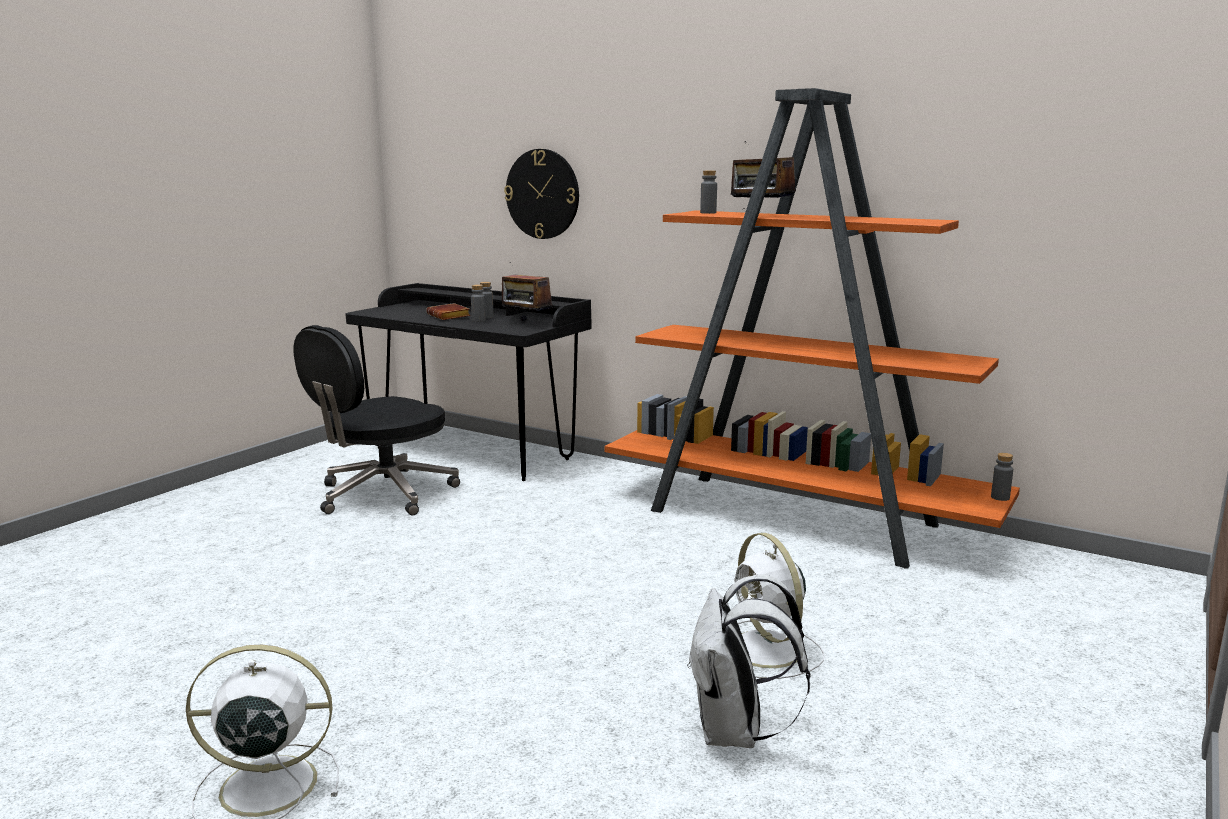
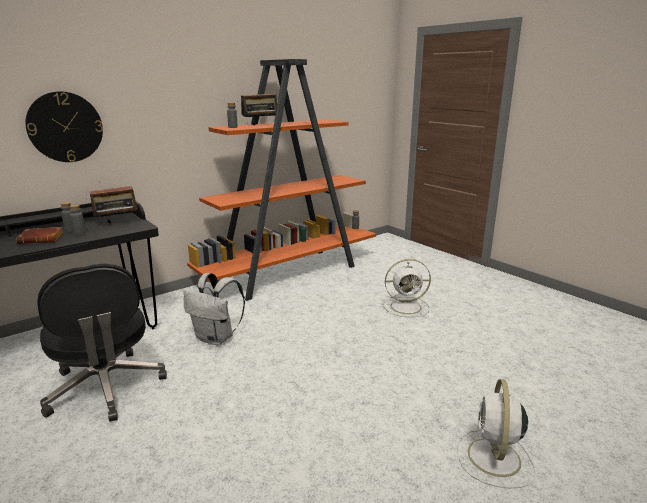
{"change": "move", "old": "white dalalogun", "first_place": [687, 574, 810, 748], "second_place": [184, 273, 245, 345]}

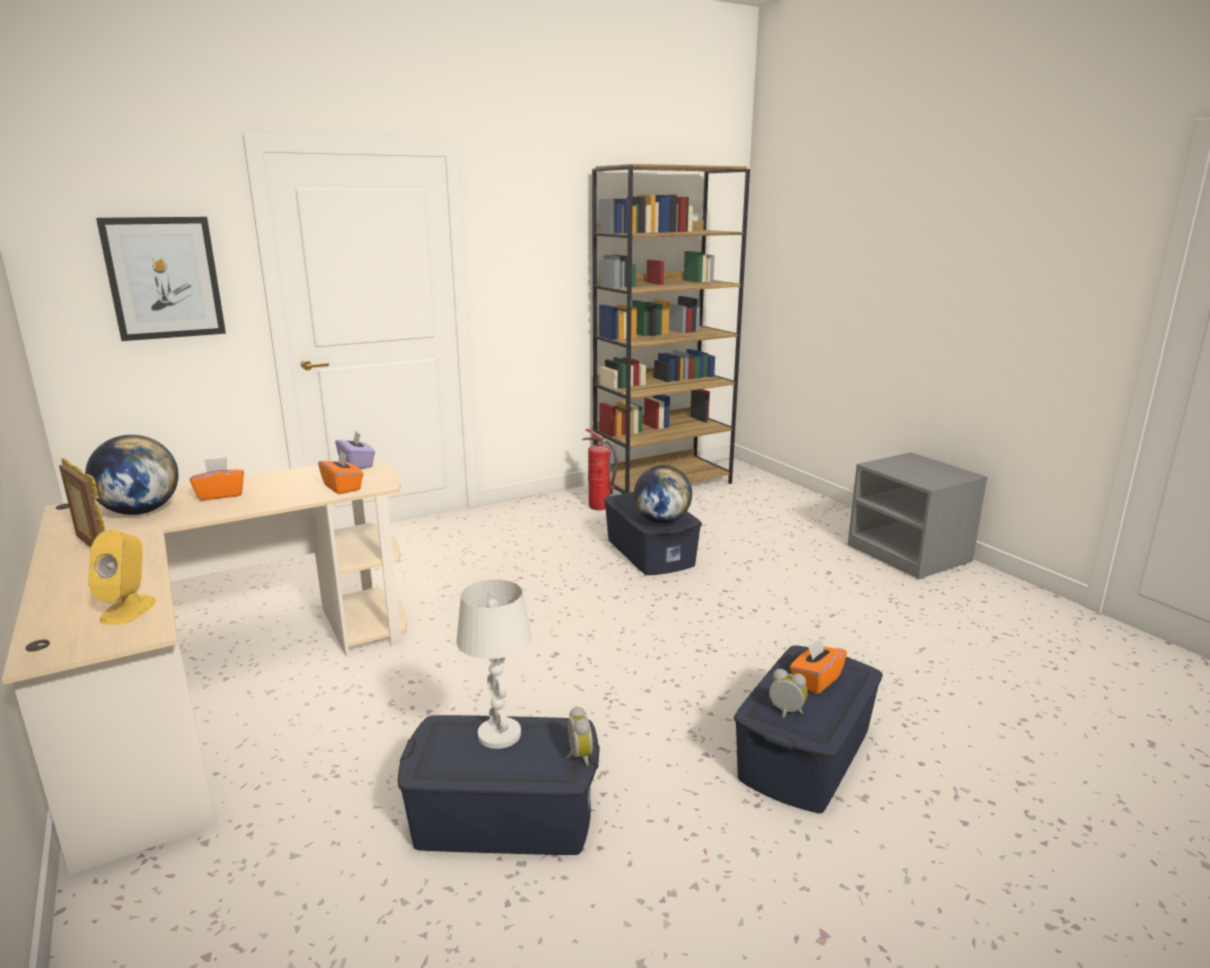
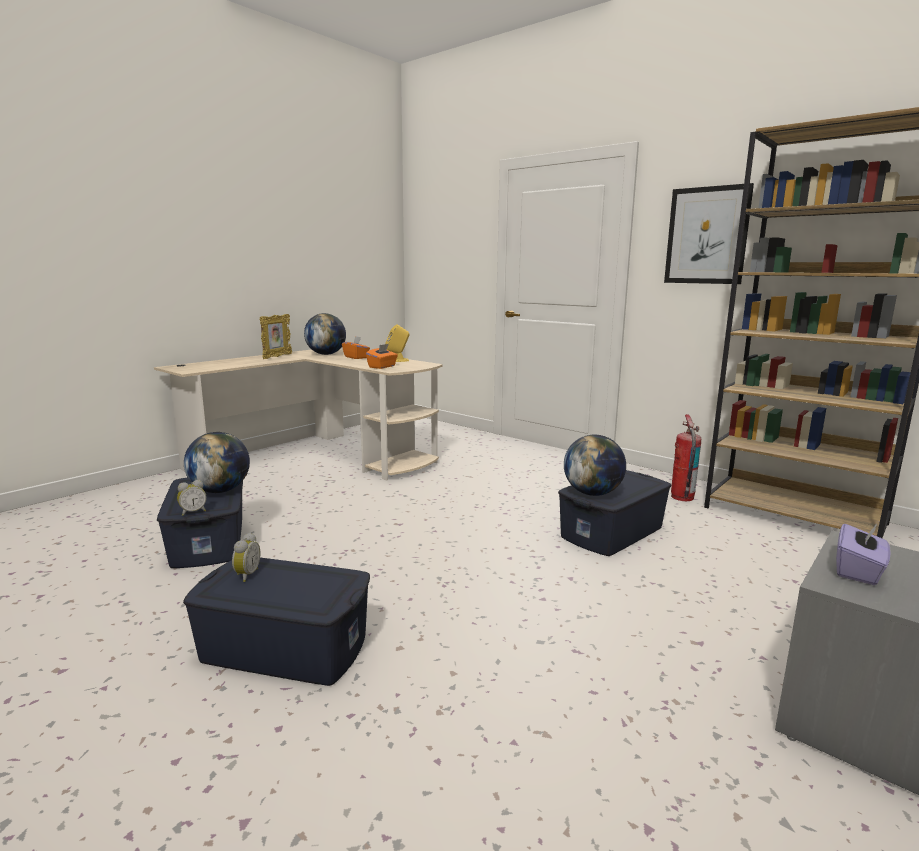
{"change": "replace", "old": "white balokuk", "new": "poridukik", "first_place": [457, 579, 532, 749], "second_place": [184, 432, 250, 493]}
{"change": "move", "old": "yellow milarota", "first_place": [88, 530, 156, 625], "second_place": [385, 324, 409, 362]}
{"change": "move", "old": "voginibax", "first_place": [96, 217, 226, 341], "second_place": [664, 183, 754, 284]}
{"change": "move", "old": "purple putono", "first_place": [335, 432, 375, 469], "second_place": [836, 522, 891, 585]}
{"change": "delete", "old": "orange putono", "first_place": [790, 637, 847, 694]}

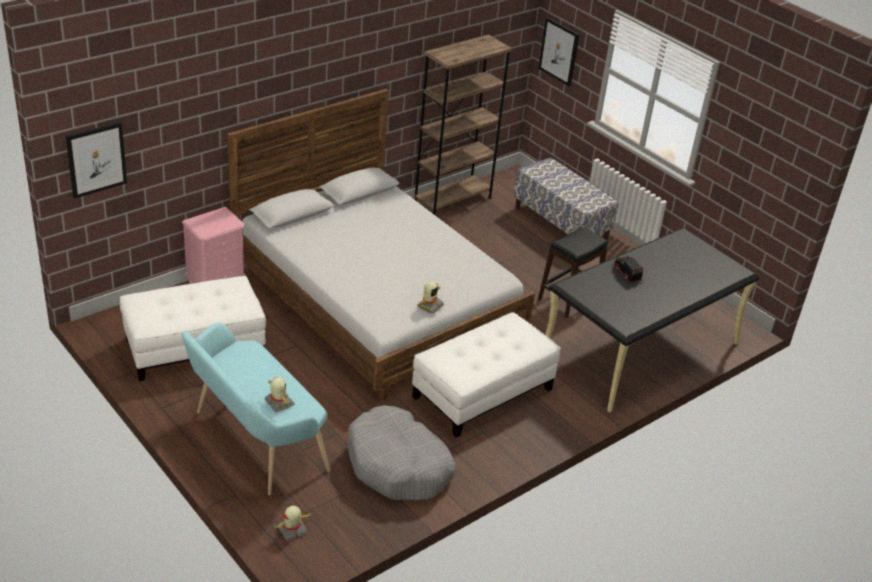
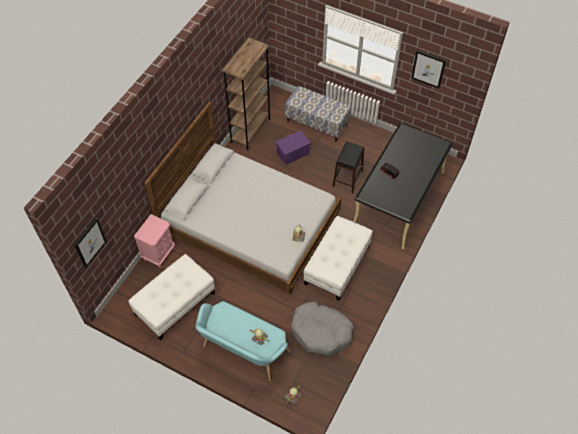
{"change": "insert", "new": "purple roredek", "second_place": [275, 130, 311, 165]}
{"change": "move", "old": "voginibax", "first_place": [538, 17, 579, 86], "second_place": [411, 50, 446, 88]}

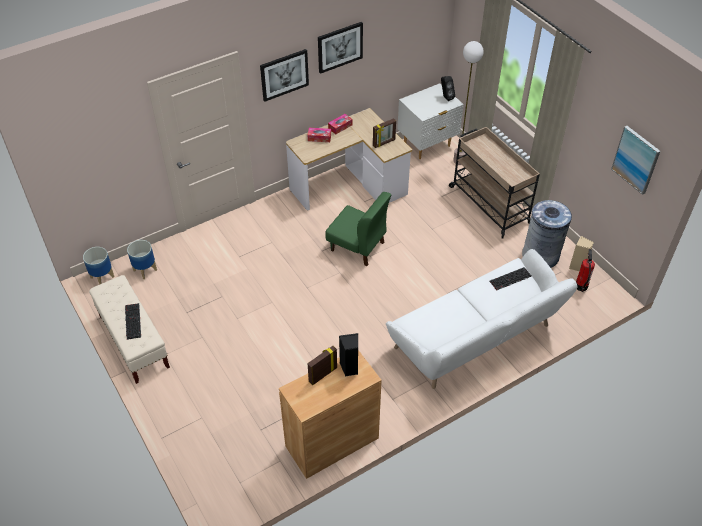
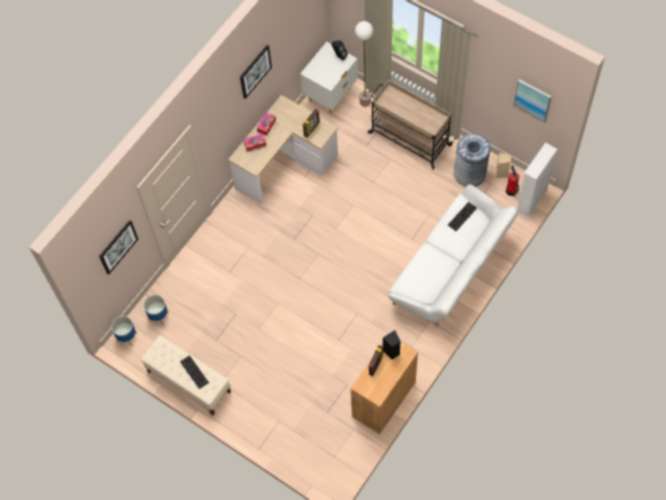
{"change": "move", "old": "voginibax", "first_place": [260, 49, 309, 102], "second_place": [99, 220, 138, 274]}
{"change": "insert", "new": "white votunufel", "second_place": [517, 142, 558, 218]}
{"change": "delete", "old": "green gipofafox", "first_place": [325, 192, 392, 266]}

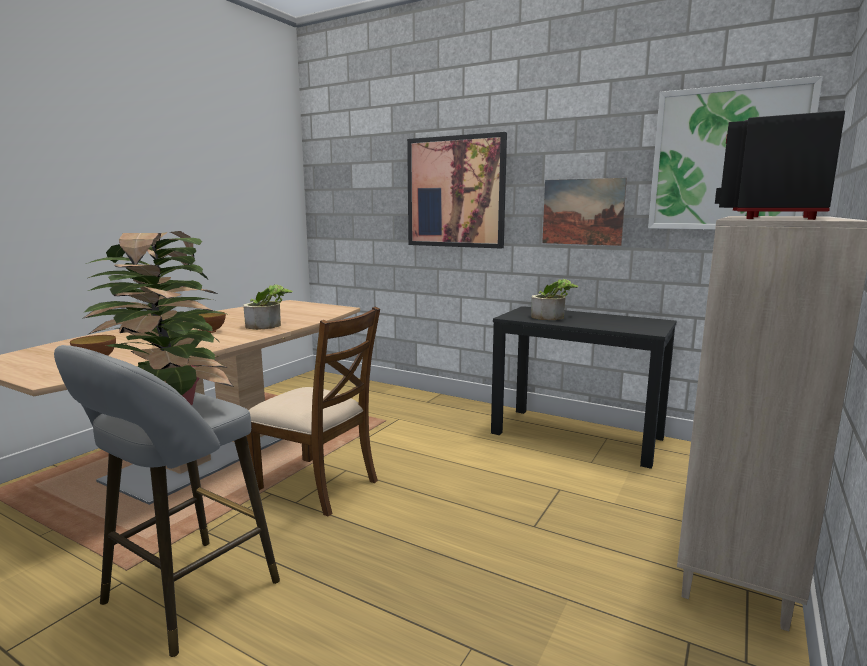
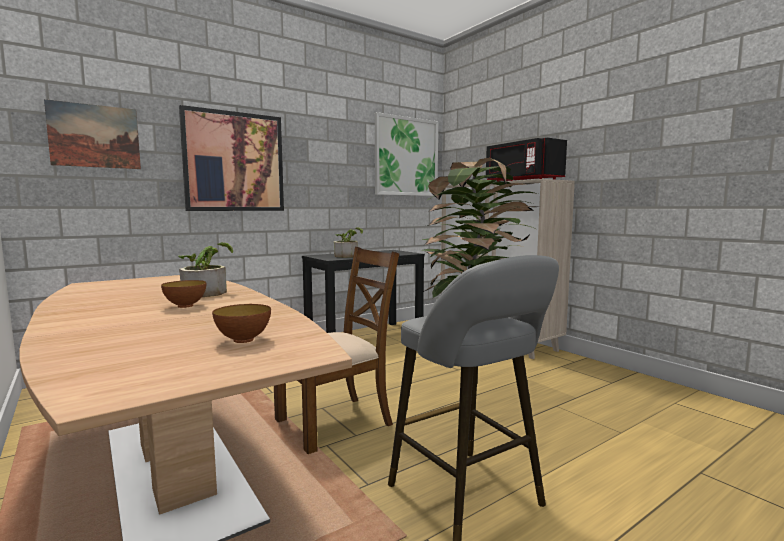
{"change": "move", "old": "voginibax", "first_place": [542, 178, 627, 246], "second_place": [44, 99, 141, 169]}

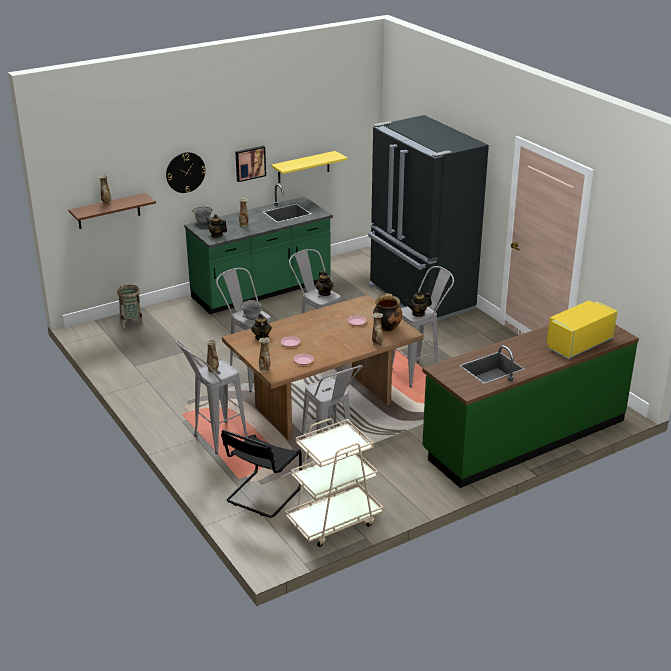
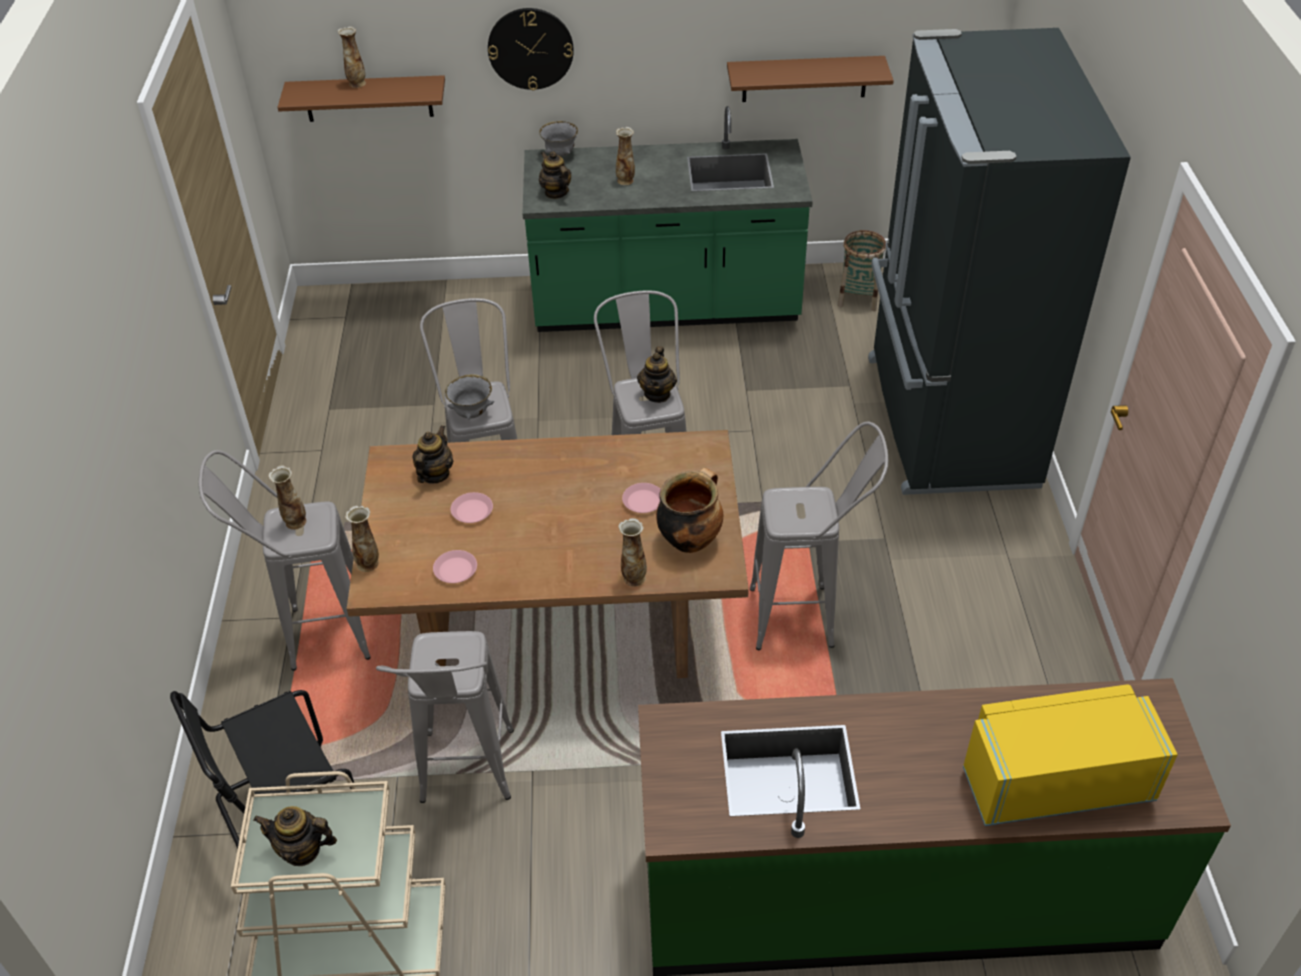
{"change": "move", "old": "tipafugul", "first_place": [406, 291, 432, 317], "second_place": [253, 806, 337, 866]}
{"change": "recolor", "old": "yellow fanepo", "new": "brown fanepo", "first_place": [271, 151, 348, 183], "second_place": [727, 56, 894, 102]}
{"change": "move", "old": "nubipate", "first_place": [117, 285, 143, 328], "second_place": [838, 230, 886, 311]}
{"change": "delete", "old": "voginibax", "first_place": [235, 146, 266, 182]}

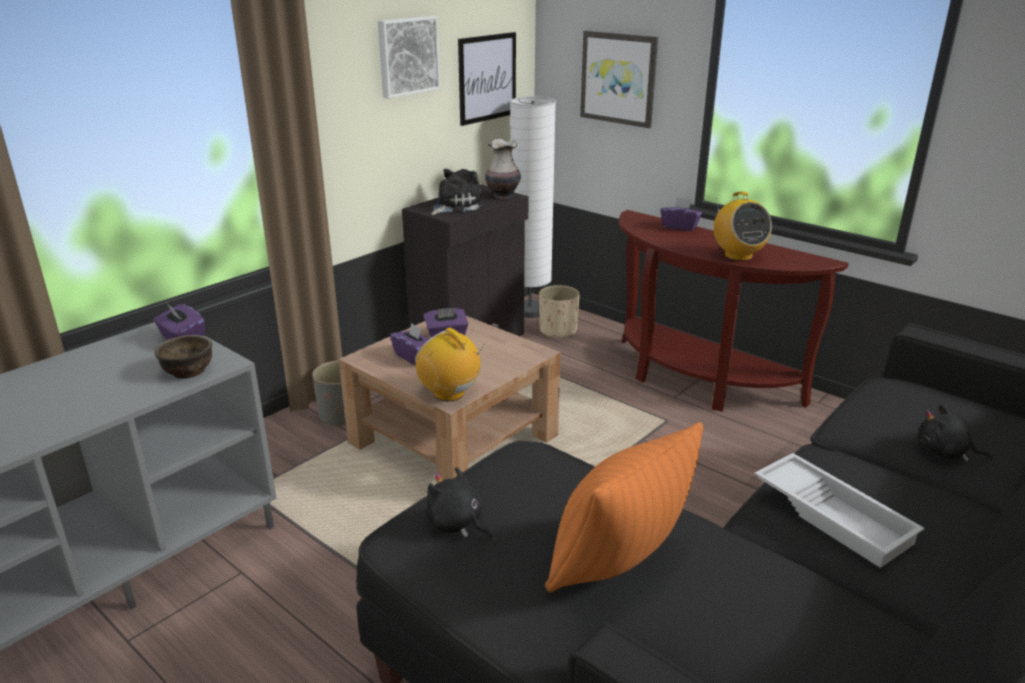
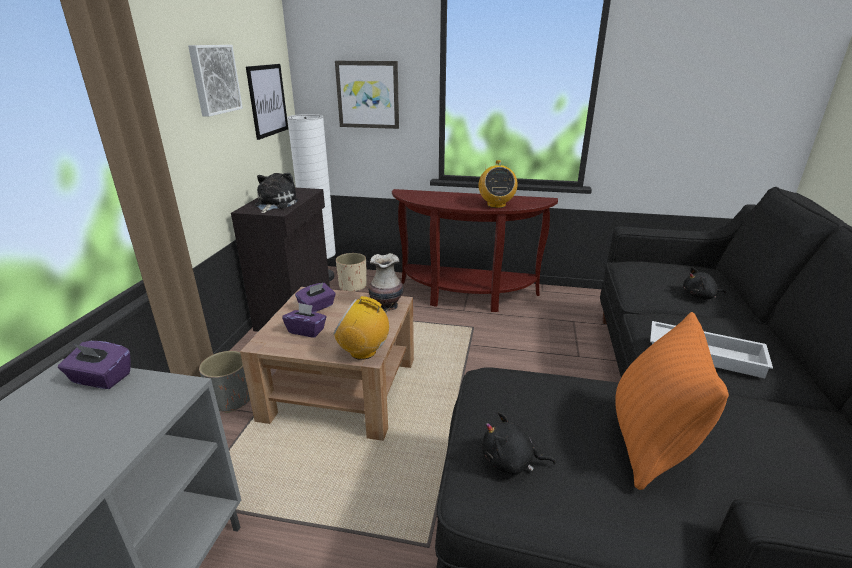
{"change": "move", "old": "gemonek", "first_place": [485, 139, 521, 199], "second_place": [369, 253, 403, 311]}
{"change": "rotate", "old": "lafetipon", "first_place": [713, 192, 772, 261], "second_place": [479, 160, 518, 208], "degrees": 45}
{"change": "delete", "old": "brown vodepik", "first_place": [155, 335, 212, 378]}
{"change": "delete", "old": "purple putono", "first_place": [660, 197, 702, 231]}

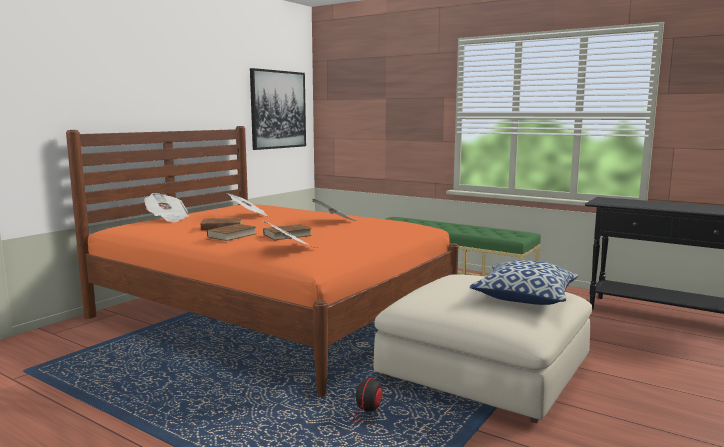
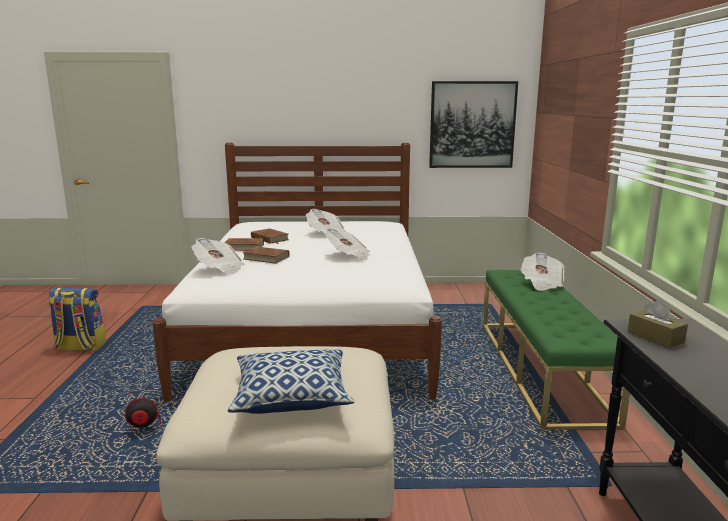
{"change": "insert", "new": "dalalogun", "second_place": [48, 288, 106, 351]}
{"change": "recolor", "old": "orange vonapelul", "new": "white vonapelul", "first_place": [66, 126, 458, 397], "second_place": [152, 142, 442, 402]}
{"change": "move", "old": "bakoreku", "first_place": [144, 193, 189, 222], "second_place": [520, 253, 565, 291]}
{"change": "insert", "new": "brown putono", "second_place": [627, 300, 688, 348]}

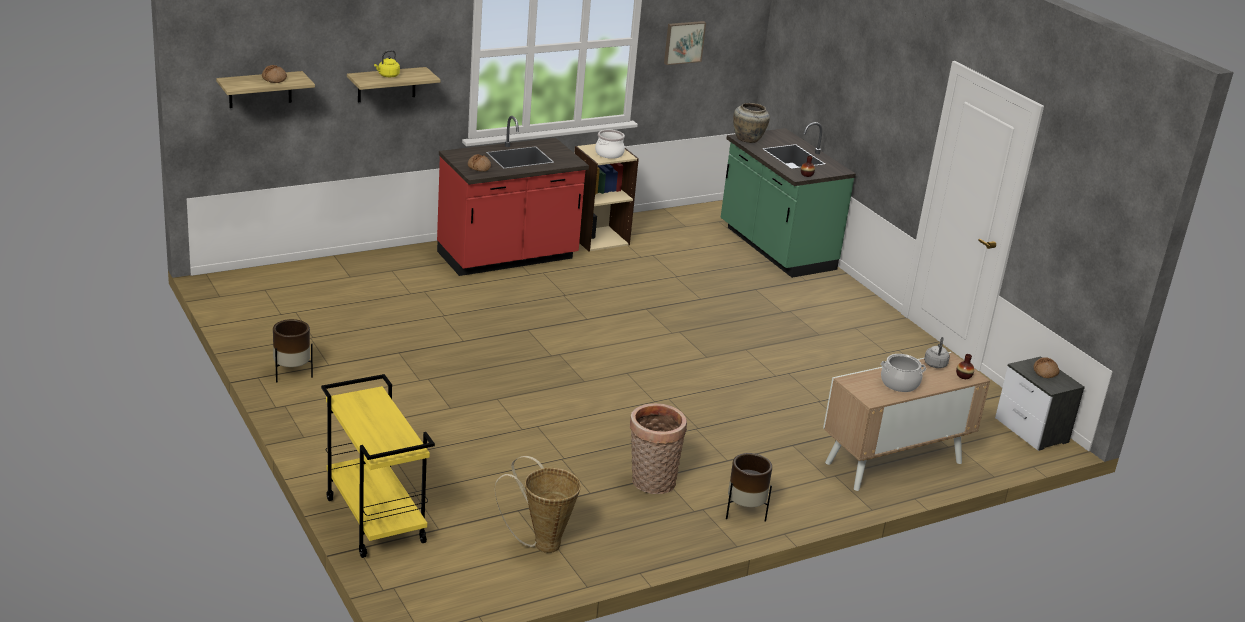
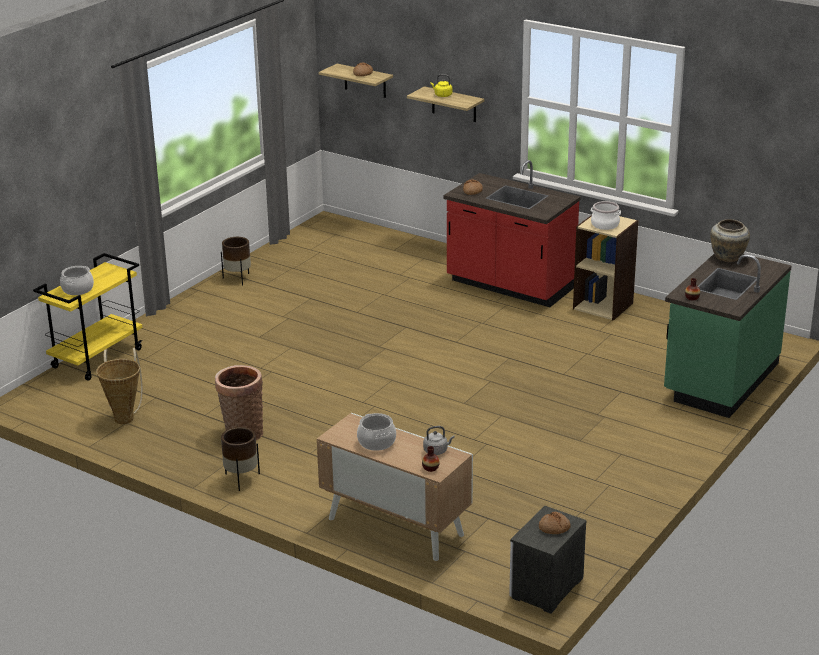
{"change": "insert", "new": "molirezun", "second_place": [60, 266, 94, 295]}
{"change": "delete", "old": "voginibax", "first_place": [664, 21, 706, 65]}

